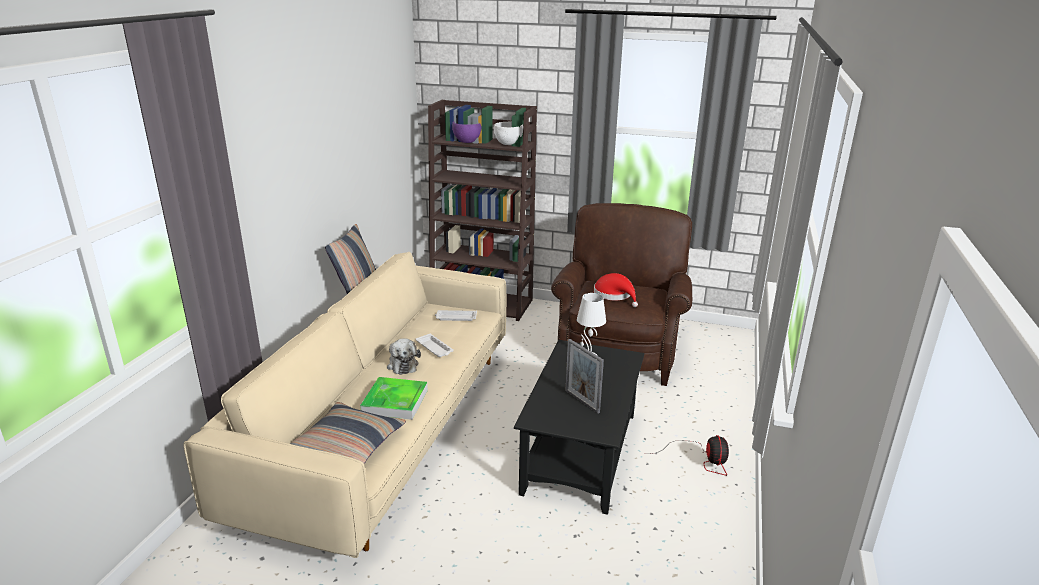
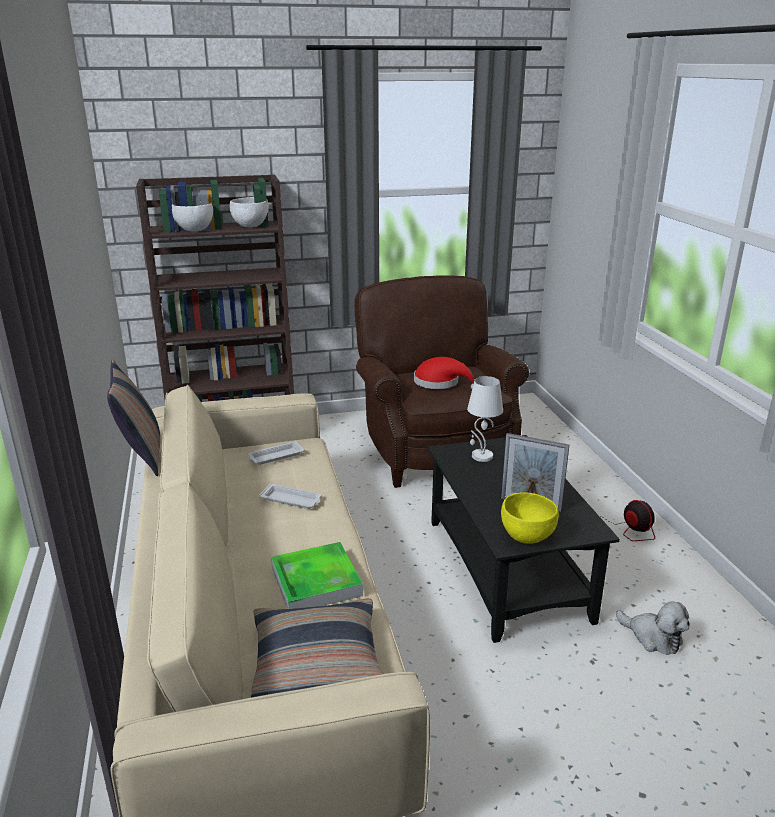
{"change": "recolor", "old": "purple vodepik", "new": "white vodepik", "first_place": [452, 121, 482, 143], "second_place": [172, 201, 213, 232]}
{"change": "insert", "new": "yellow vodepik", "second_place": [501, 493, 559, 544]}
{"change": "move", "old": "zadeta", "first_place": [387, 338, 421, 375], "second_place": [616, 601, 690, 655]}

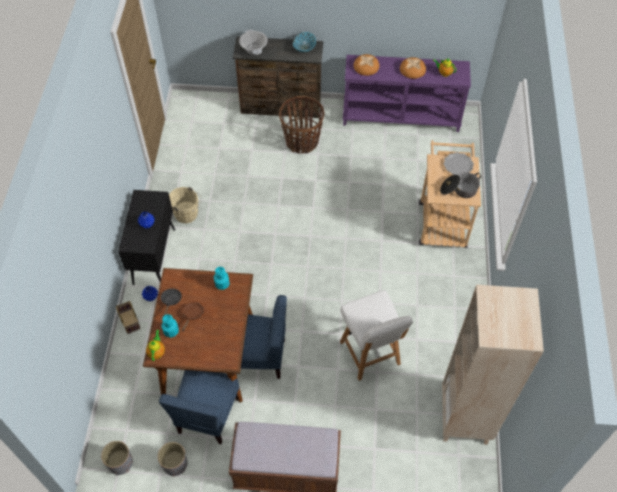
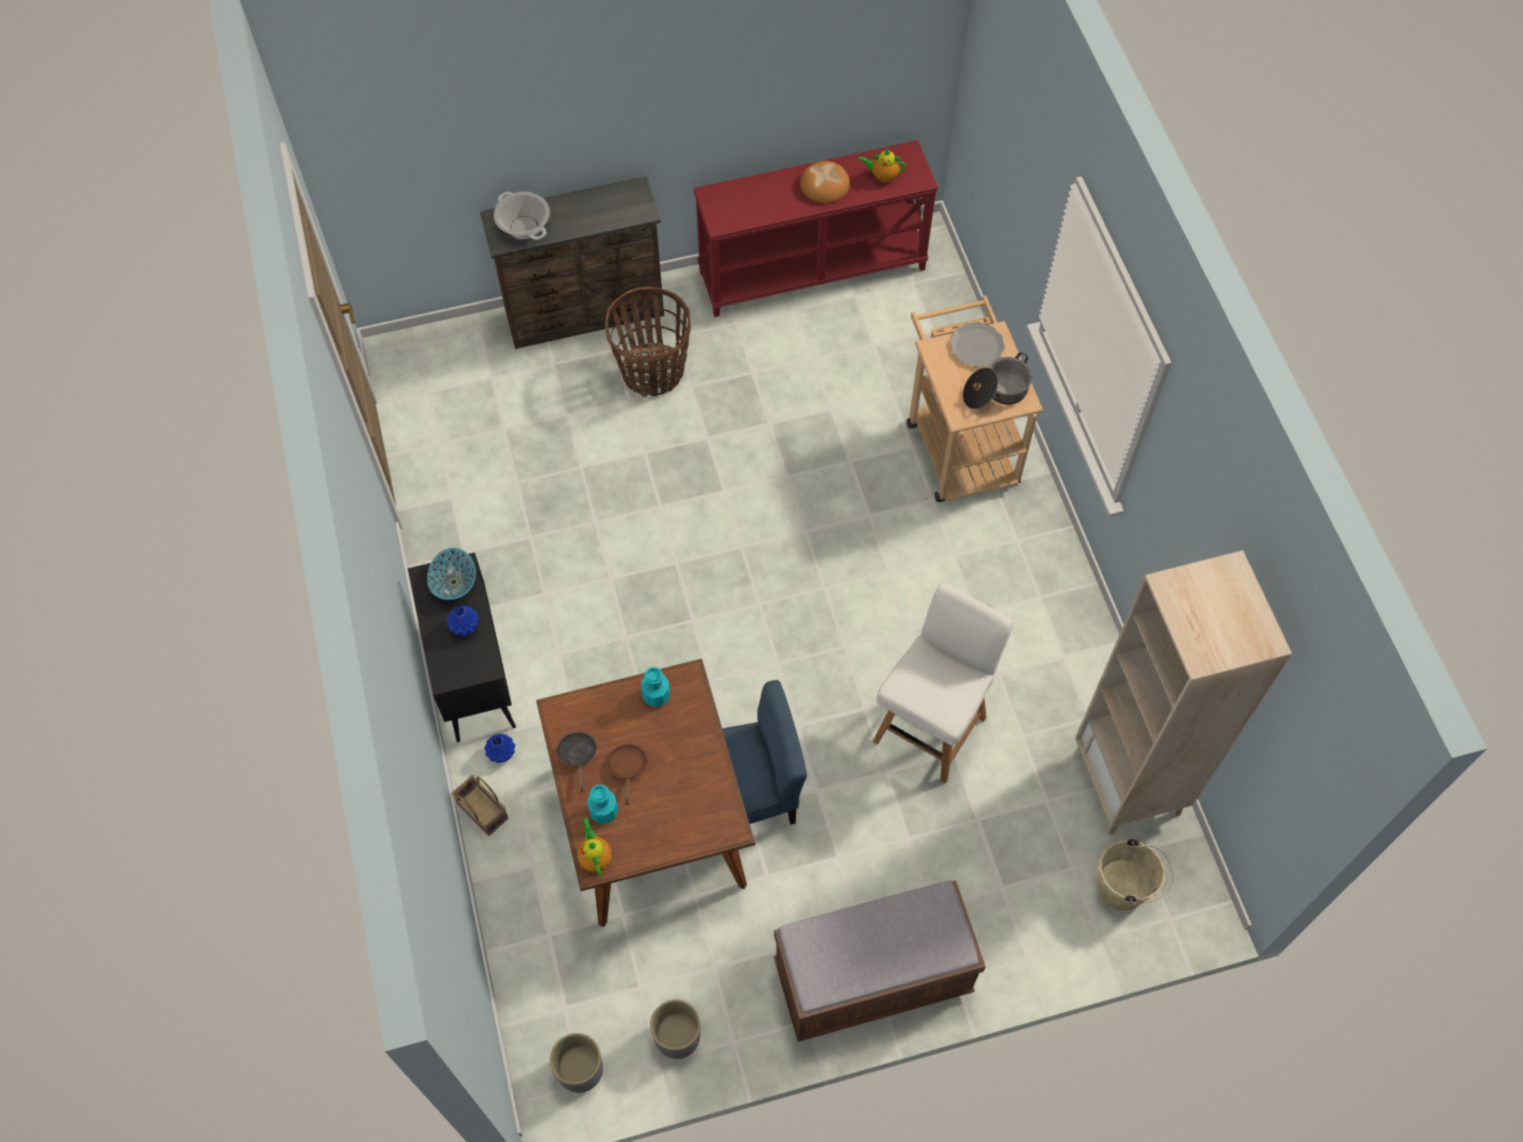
{"change": "move", "old": "vodepik", "first_place": [293, 32, 316, 52], "second_place": [427, 548, 476, 600]}
{"change": "recolor", "old": "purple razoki", "new": "red razoki", "first_place": [343, 55, 471, 132], "second_place": [694, 140, 938, 317]}
{"change": "rotate", "old": "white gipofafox", "first_place": [340, 290, 413, 381], "second_place": [873, 583, 1014, 784], "degrees": -105}
{"change": "move", "old": "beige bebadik", "first_place": [169, 187, 201, 223], "second_place": [1097, 838, 1174, 911]}
{"change": "delete", "old": "blue gipofafox", "first_place": [159, 370, 239, 444]}
{"change": "delete", "old": "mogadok", "first_place": [354, 54, 379, 76]}

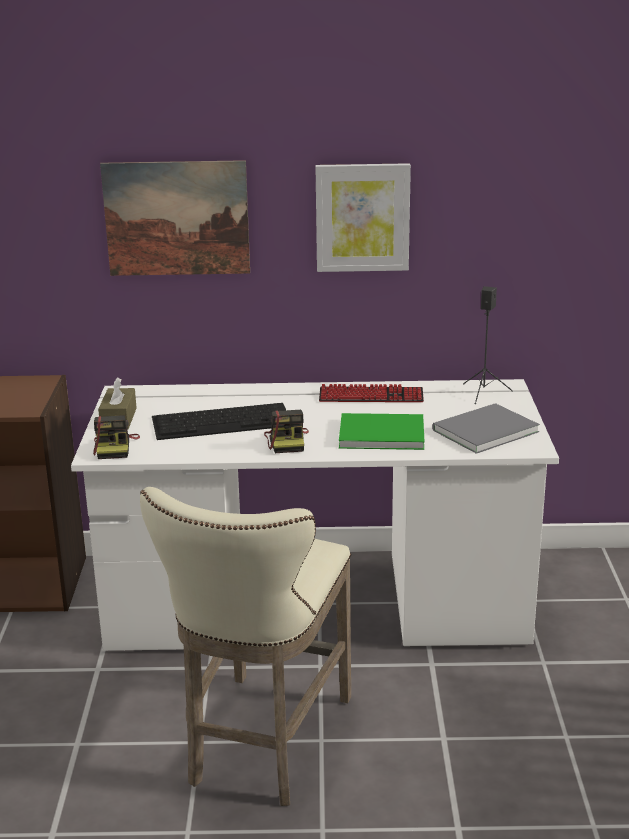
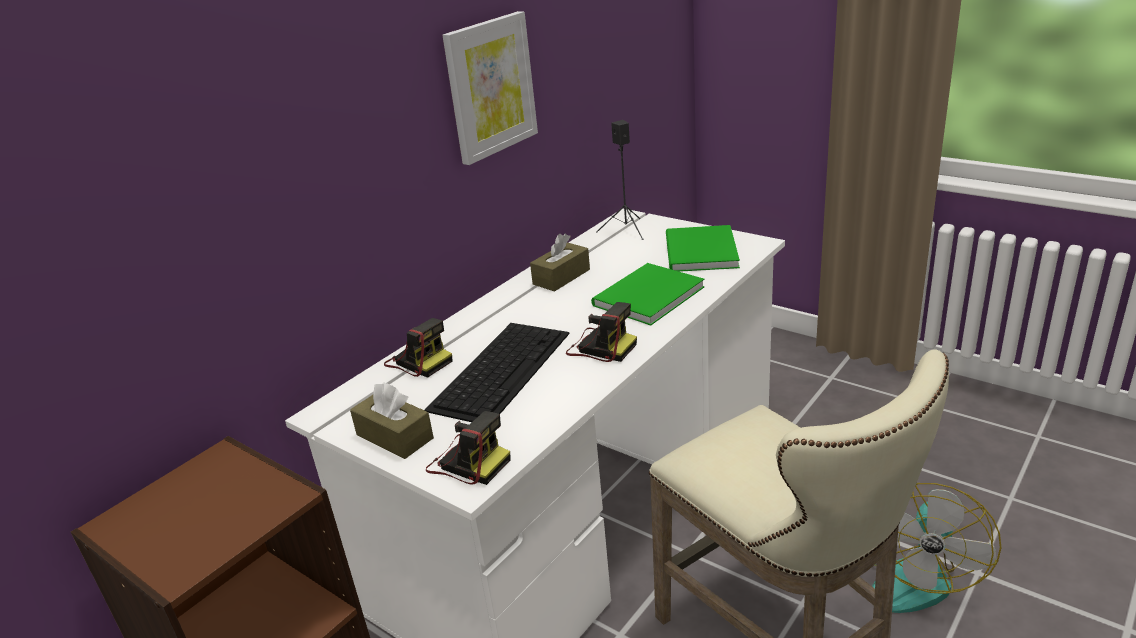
{"change": "insert", "new": "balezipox", "second_place": [384, 318, 453, 378]}
{"change": "replace", "old": "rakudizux", "new": "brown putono", "first_place": [319, 384, 424, 402], "second_place": [530, 233, 590, 292]}
{"change": "recolor", "old": "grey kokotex", "new": "green kokotex", "first_place": [432, 403, 540, 454], "second_place": [666, 225, 740, 272]}
{"change": "insert", "new": "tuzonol", "second_place": [872, 483, 1001, 613]}
{"change": "delete", "old": "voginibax", "first_place": [100, 160, 250, 276]}

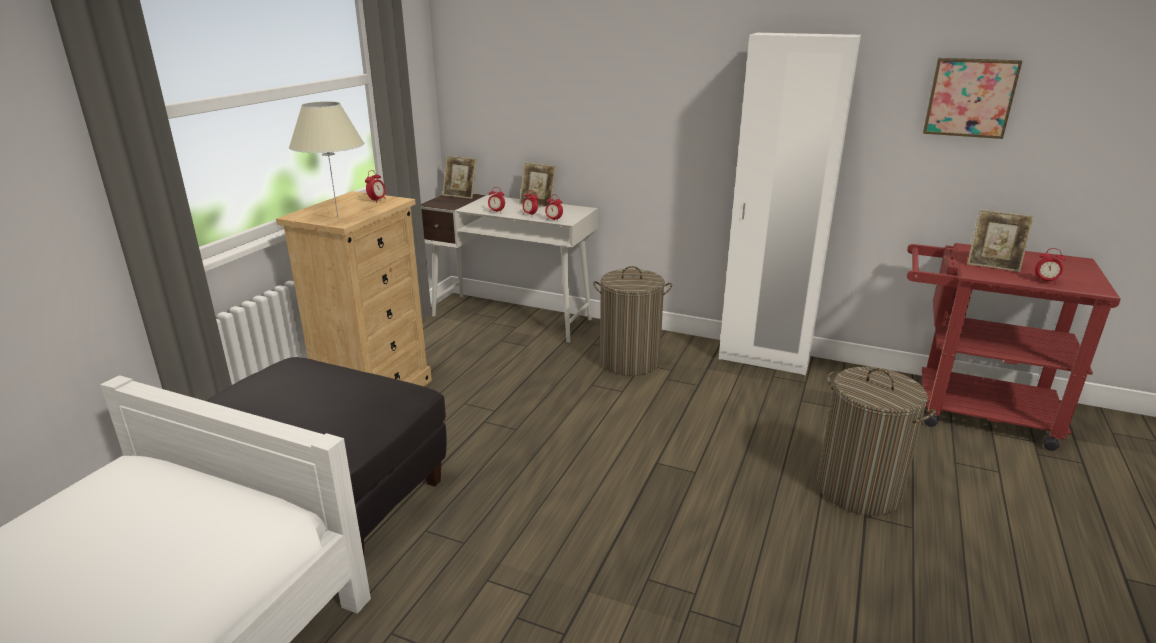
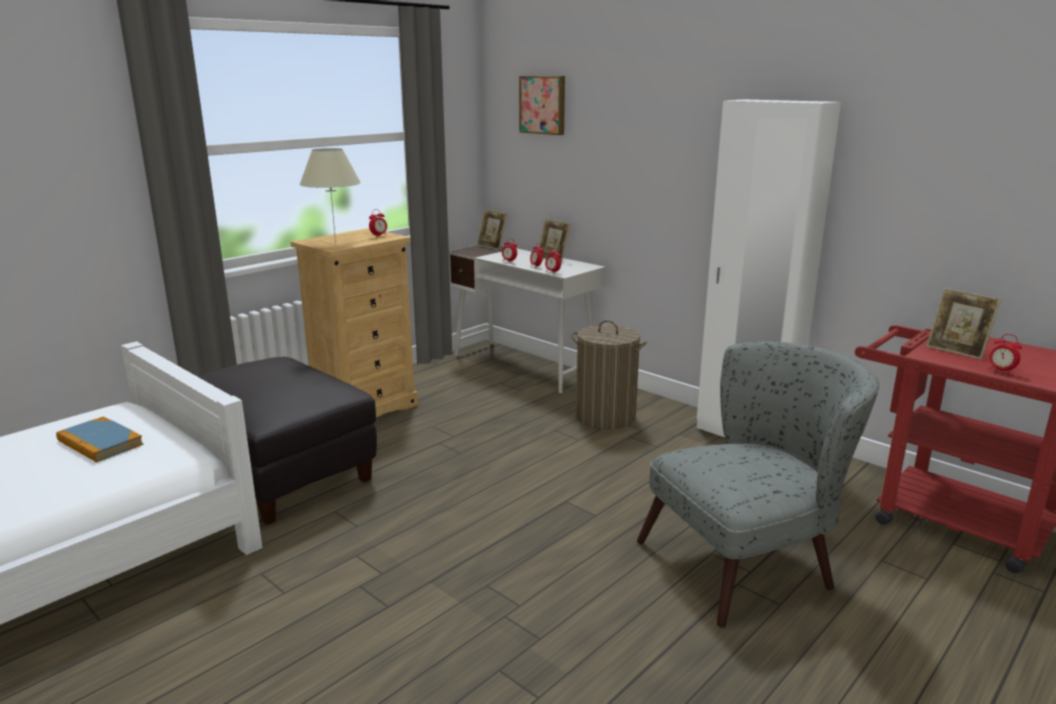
{"change": "insert", "new": "kokotex", "second_place": [56, 417, 144, 462]}
{"change": "move", "old": "voginibax", "first_place": [923, 58, 1022, 139], "second_place": [519, 76, 565, 135]}
{"change": "replace", "old": "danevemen", "new": "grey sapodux", "first_place": [817, 367, 936, 516], "second_place": [637, 341, 879, 628]}

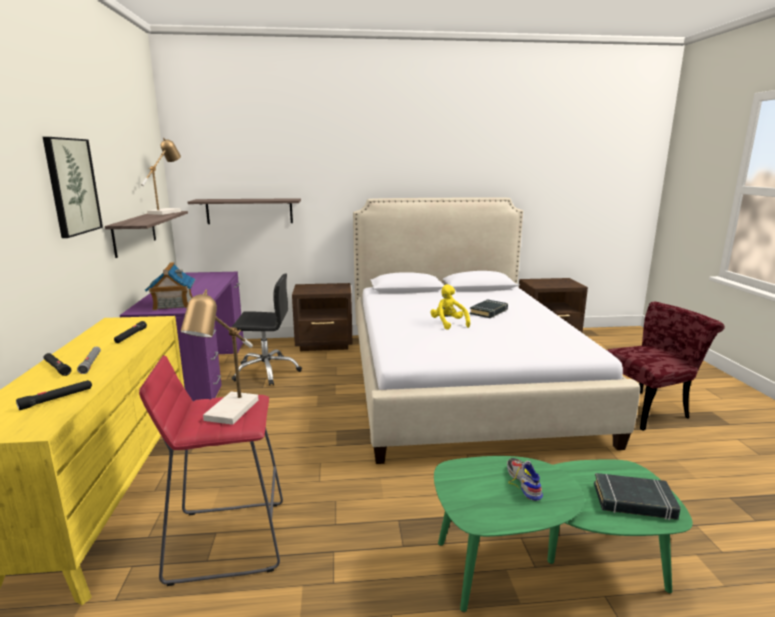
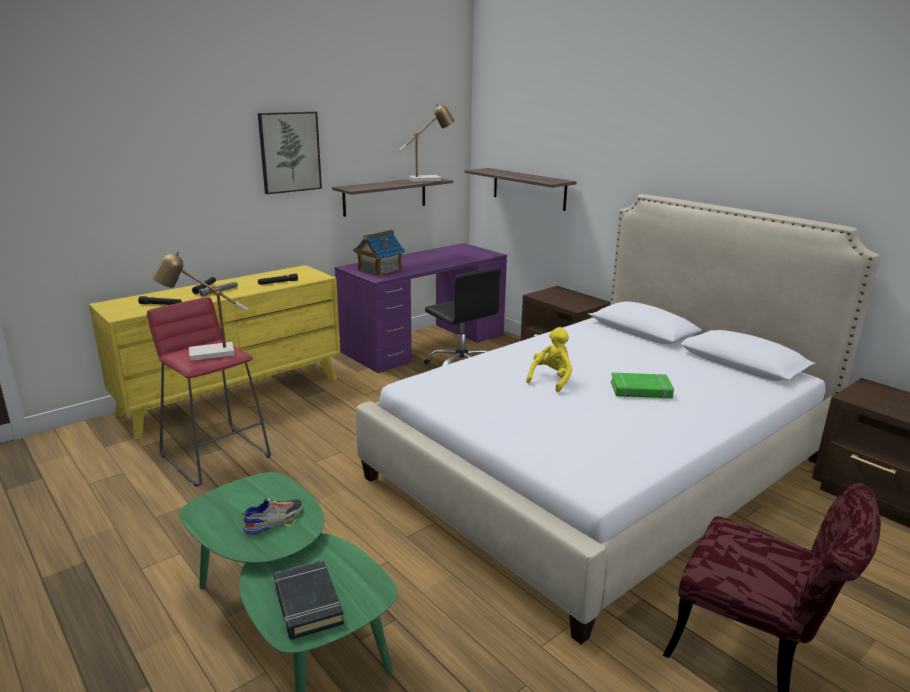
{"change": "recolor", "old": "black kokotex", "new": "green kokotex", "first_place": [470, 299, 508, 318], "second_place": [611, 373, 674, 399]}

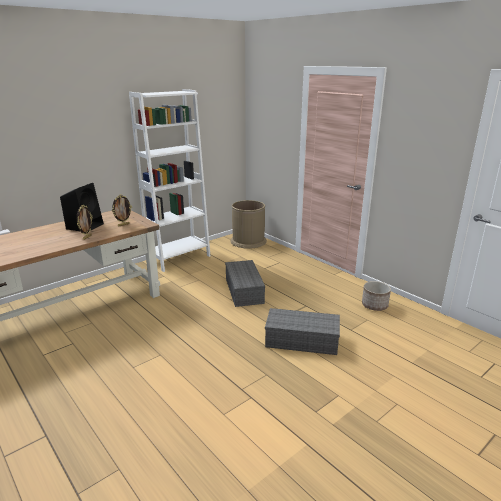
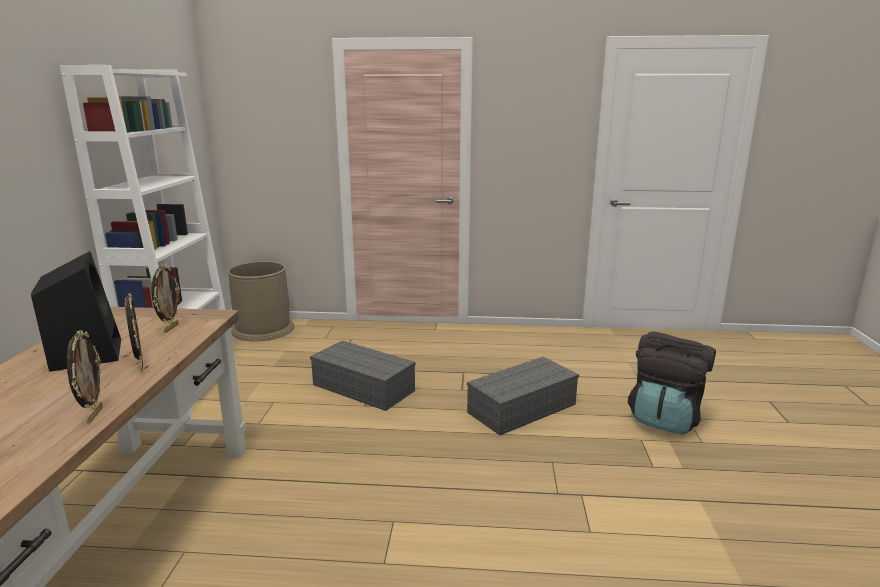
{"change": "insert", "new": "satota", "second_place": [67, 330, 103, 424]}
{"change": "insert", "new": "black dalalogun", "second_place": [628, 332, 716, 435]}
{"change": "delete", "old": "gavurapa", "first_place": [362, 281, 391, 311]}

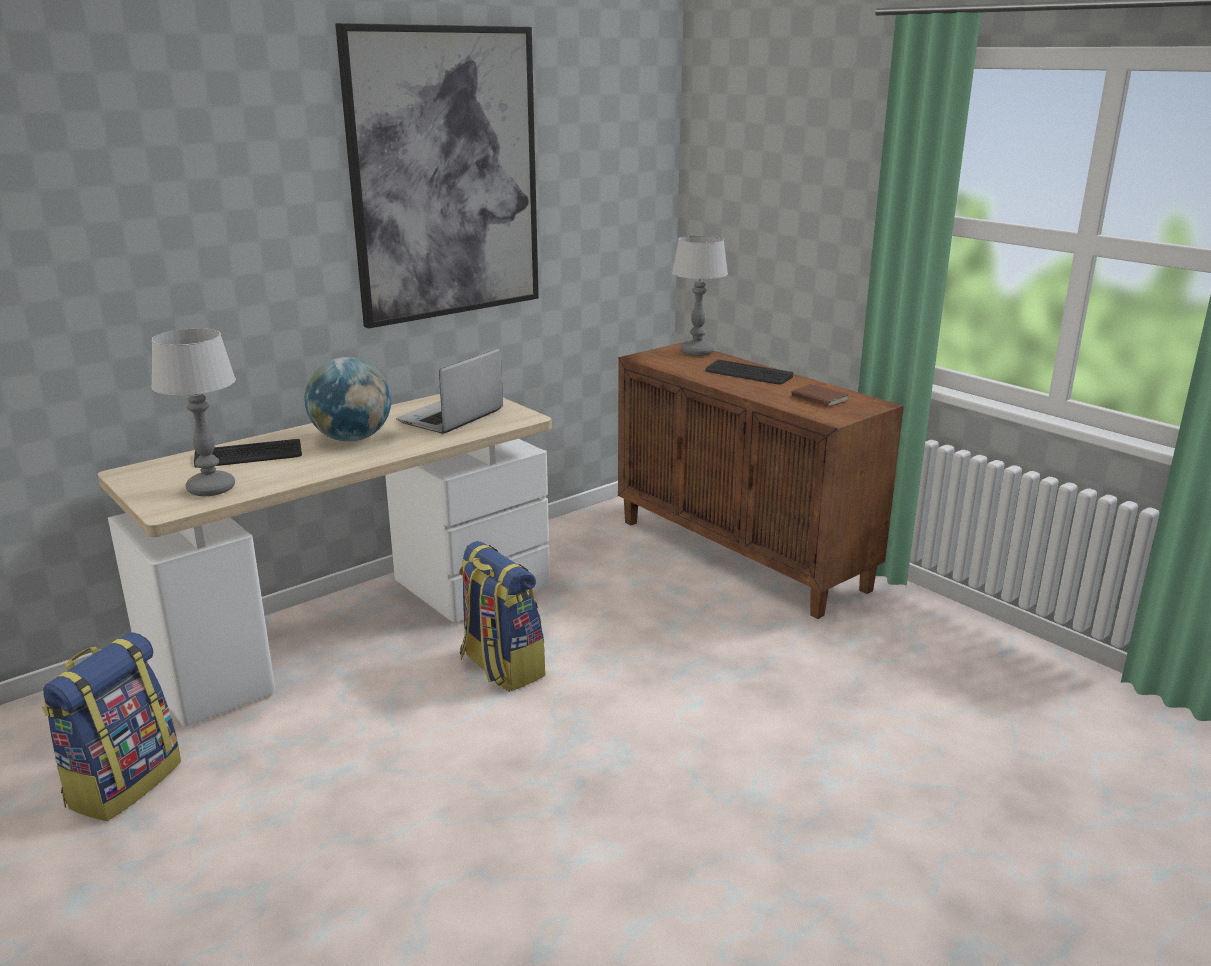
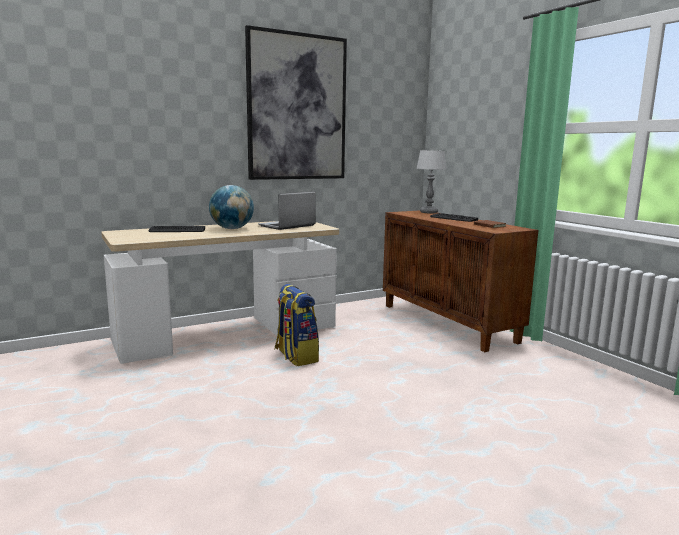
{"change": "delete", "old": "dalalogun", "first_place": [42, 633, 181, 821]}
{"change": "delete", "old": "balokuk", "first_place": [151, 328, 236, 496]}

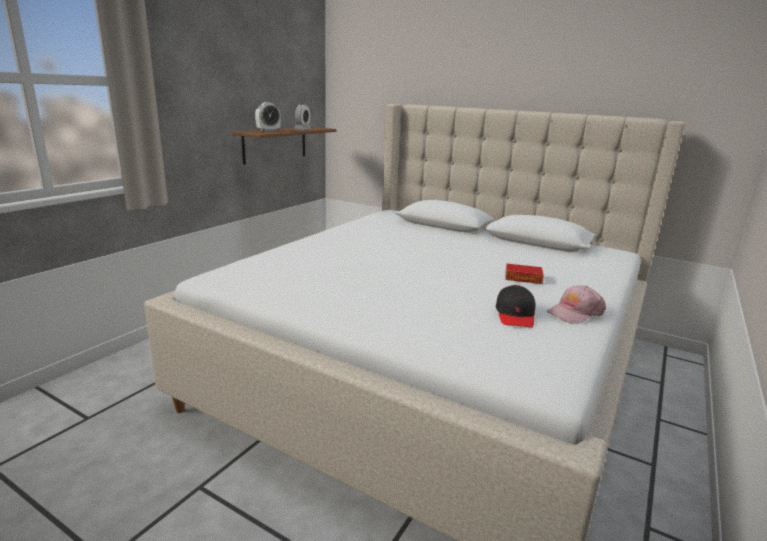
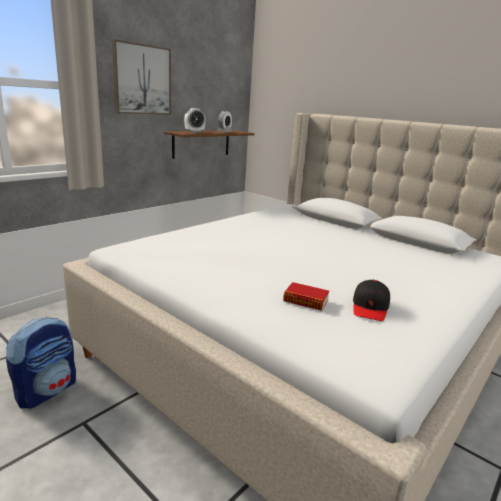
{"change": "insert", "new": "dalalogun", "second_place": [6, 317, 76, 408]}
{"change": "insert", "new": "voginibax", "second_place": [112, 39, 171, 115]}
{"change": "move", "old": "kokotex", "first_place": [505, 264, 544, 284], "second_place": [283, 282, 329, 311]}
{"change": "delete", "old": "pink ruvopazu", "first_place": [547, 285, 606, 324]}

